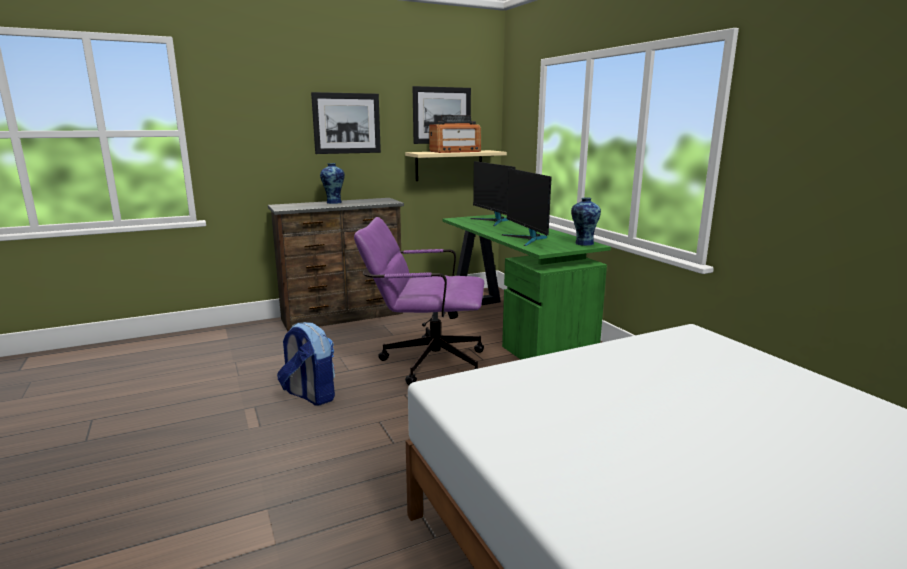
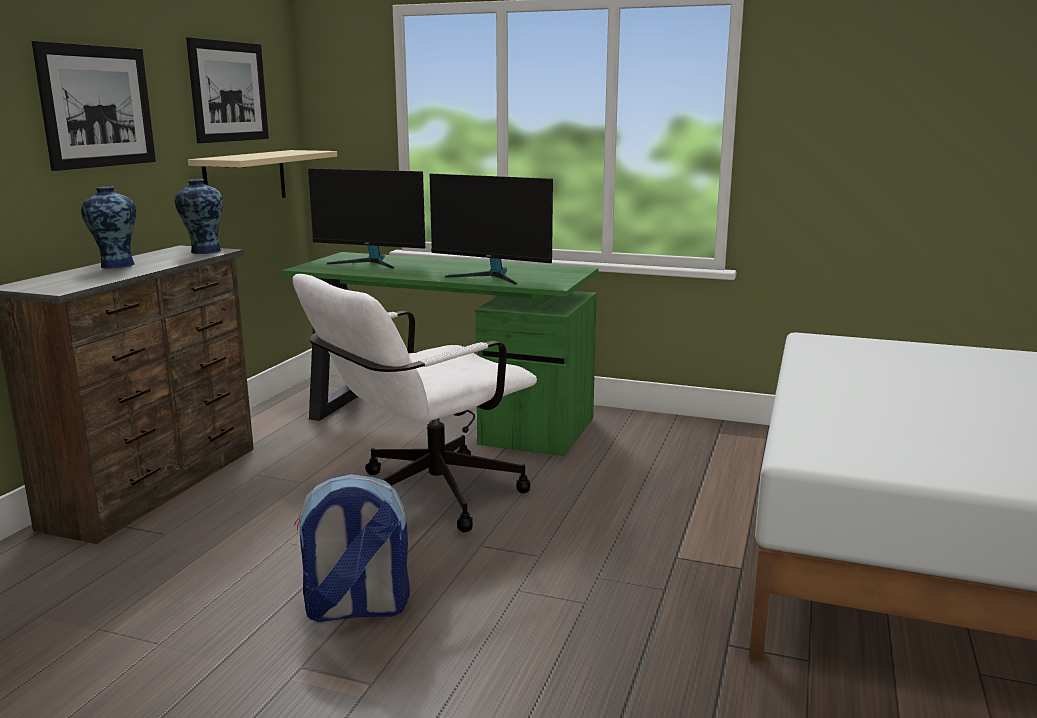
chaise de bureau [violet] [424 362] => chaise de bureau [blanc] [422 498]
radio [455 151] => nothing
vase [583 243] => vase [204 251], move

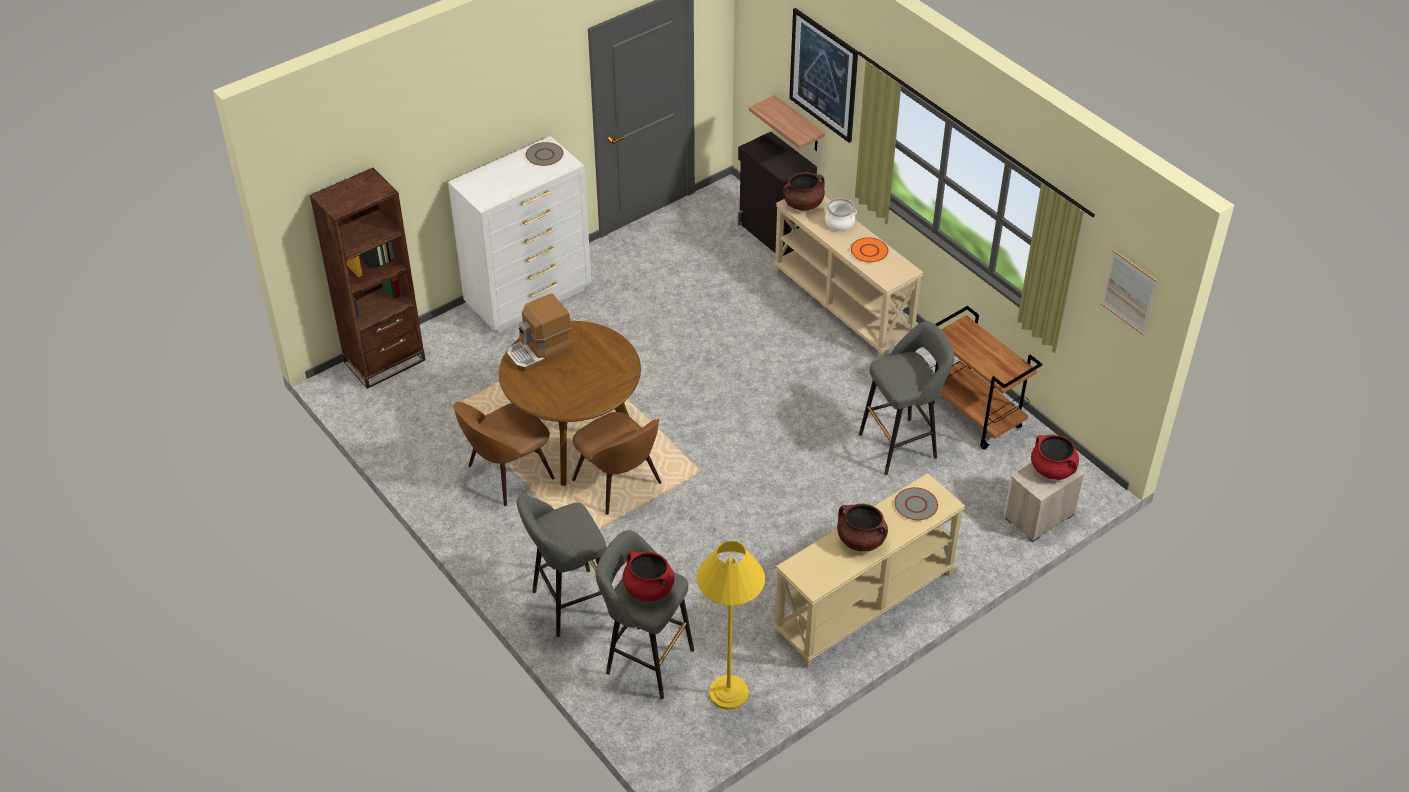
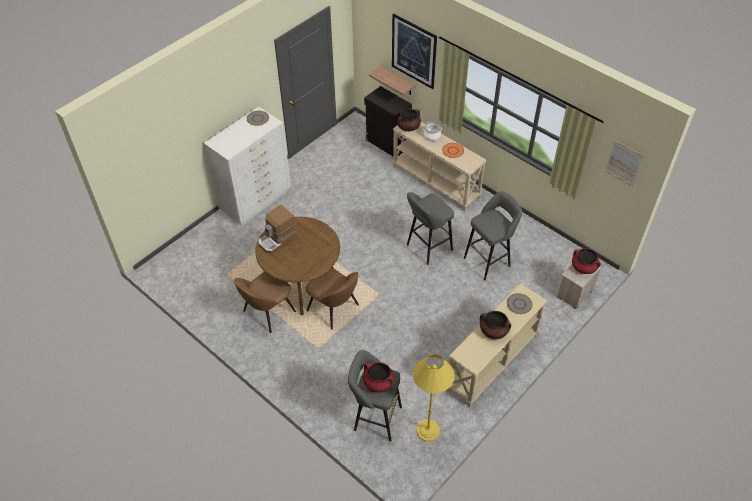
bibliothèque [marron] [385 361] => nothing
tabouret [gris] [568 604] => tabouret [gris] [427 248], move
chariot [marron] [975 415] => nothing

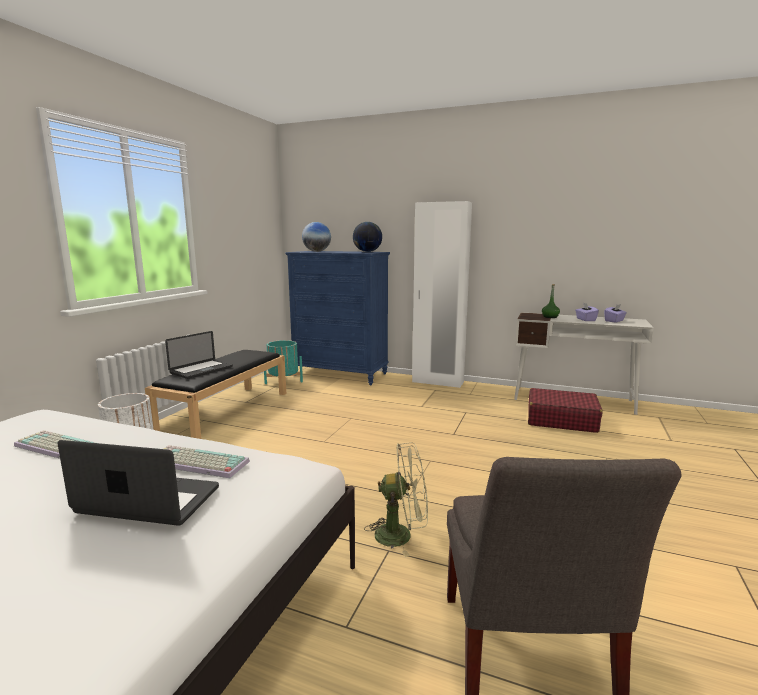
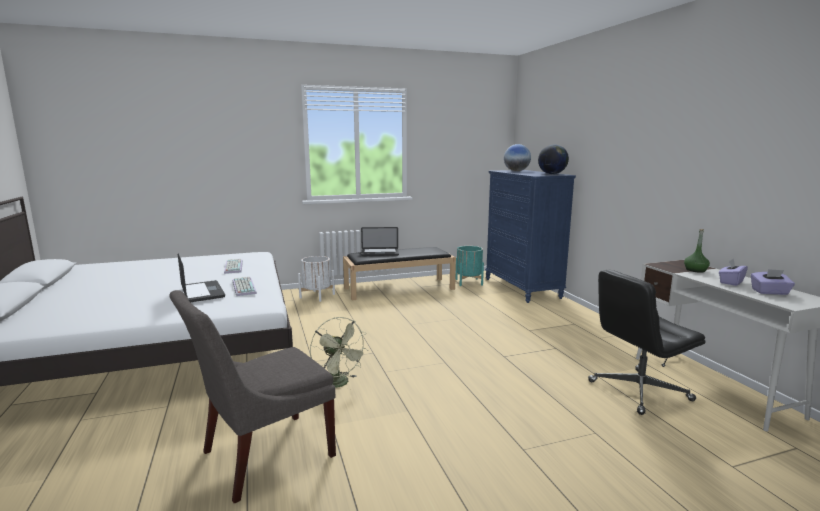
armoire [blanc] [437 382] => nothing
valise [rouge] [561 420] => chaise de bureau [noir] [638 391]

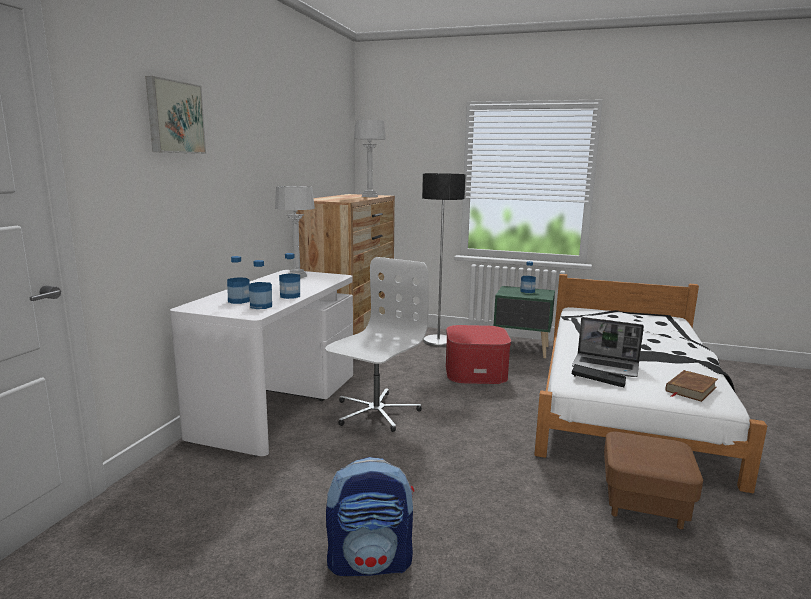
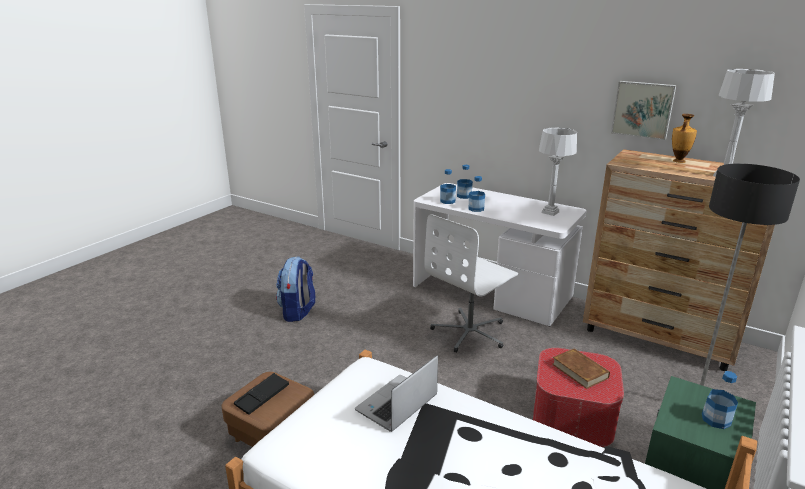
tableau [174 117] => tableau [643 109], move
chaise de bureau [blanc] [375 412] => chaise de bureau [blanc] [470 332], 90 degrees clockwise
plateau [noir] [598 379] => plateau [noir] [262 397], move
livre [marron] [690 389] => livre [marron] [579 371], move
nothing => vase [678 161]

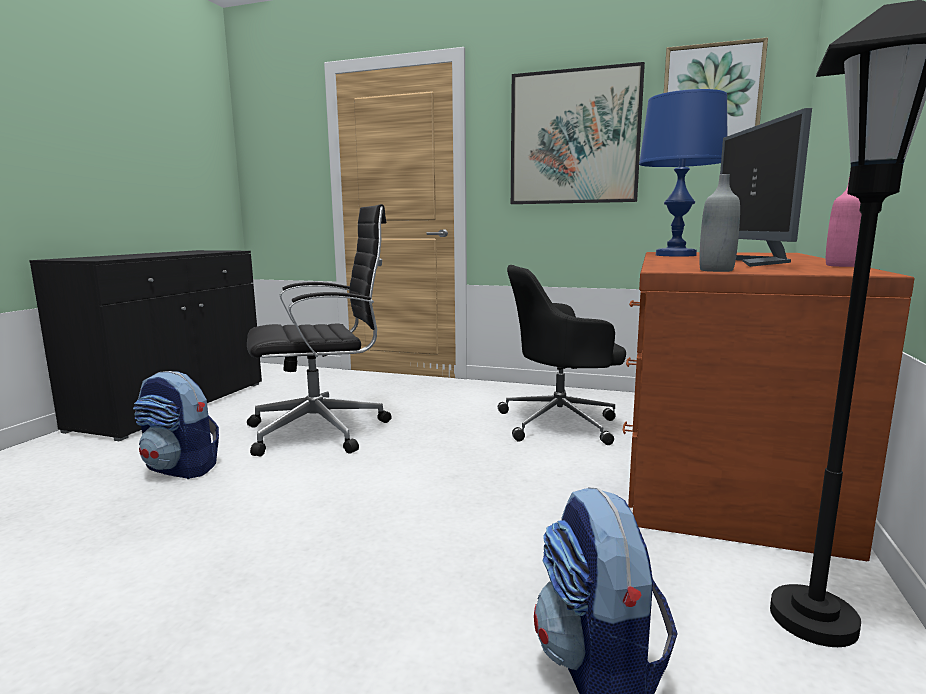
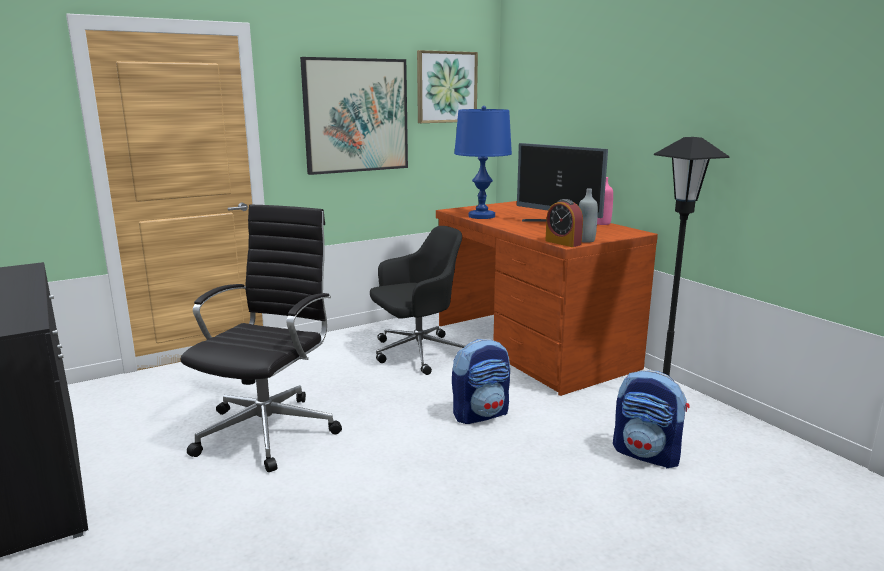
sac à dos [182 469] => sac à dos [481 414], move
chaise de bureau [noir] [561 423] => chaise de bureau [noir] [417 353], 150 degrees counterclockwise
nothing => réveil [563 243]

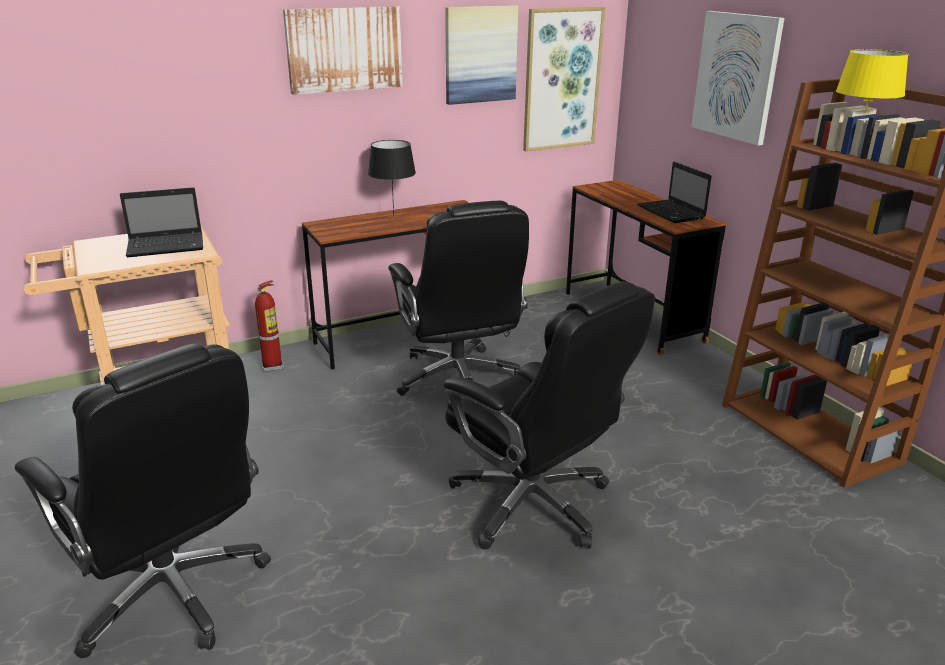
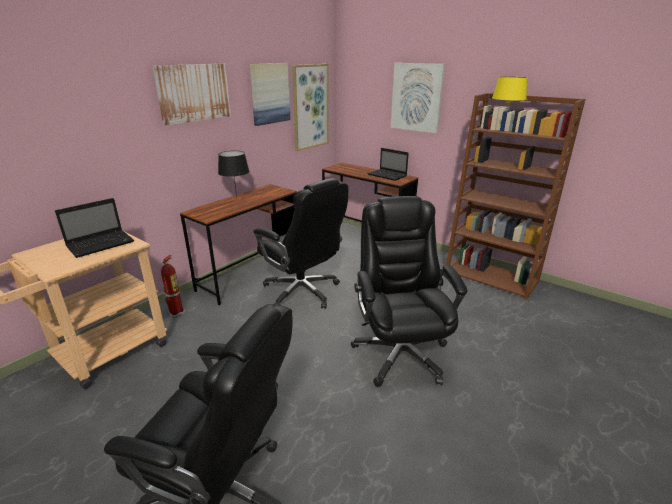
chaise de bureau [noir] [534 504] => chaise de bureau [noir] [400 353], 120 degrees counterclockwise

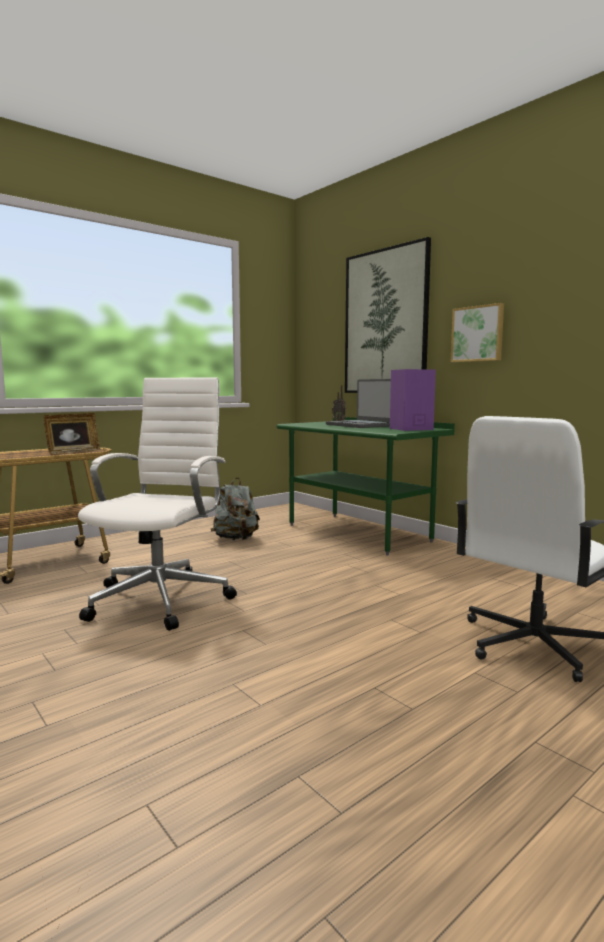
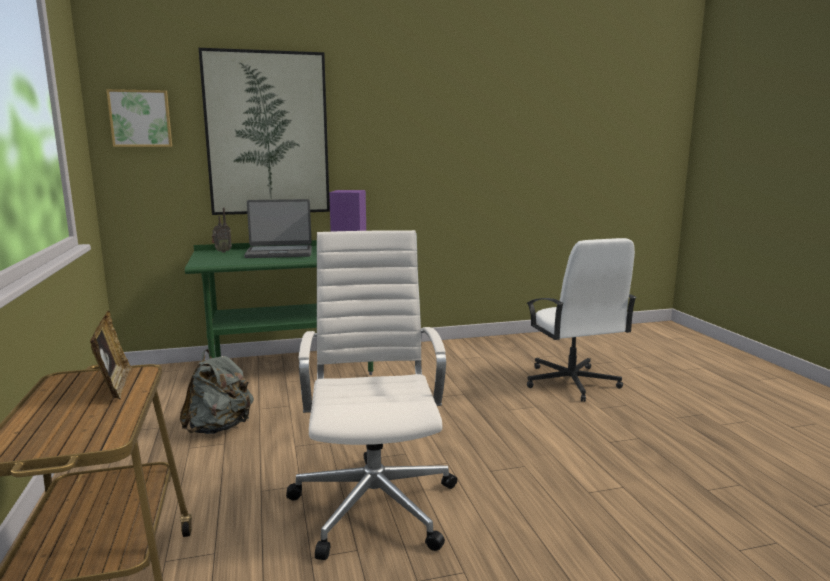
chaise de bureau [blanc] [162 598] => chaise de bureau [blanc] [375 502], 45 degrees clockwise
tableau [478 334] => tableau [140 118], move

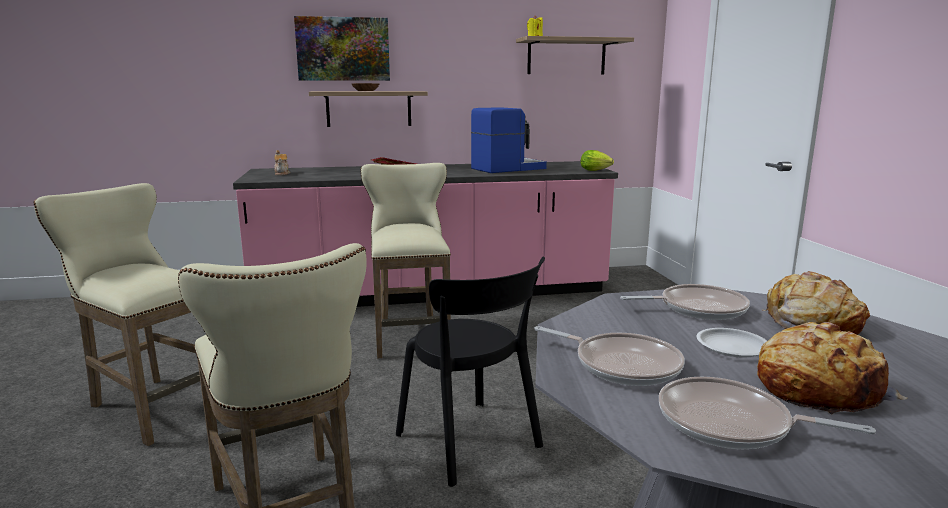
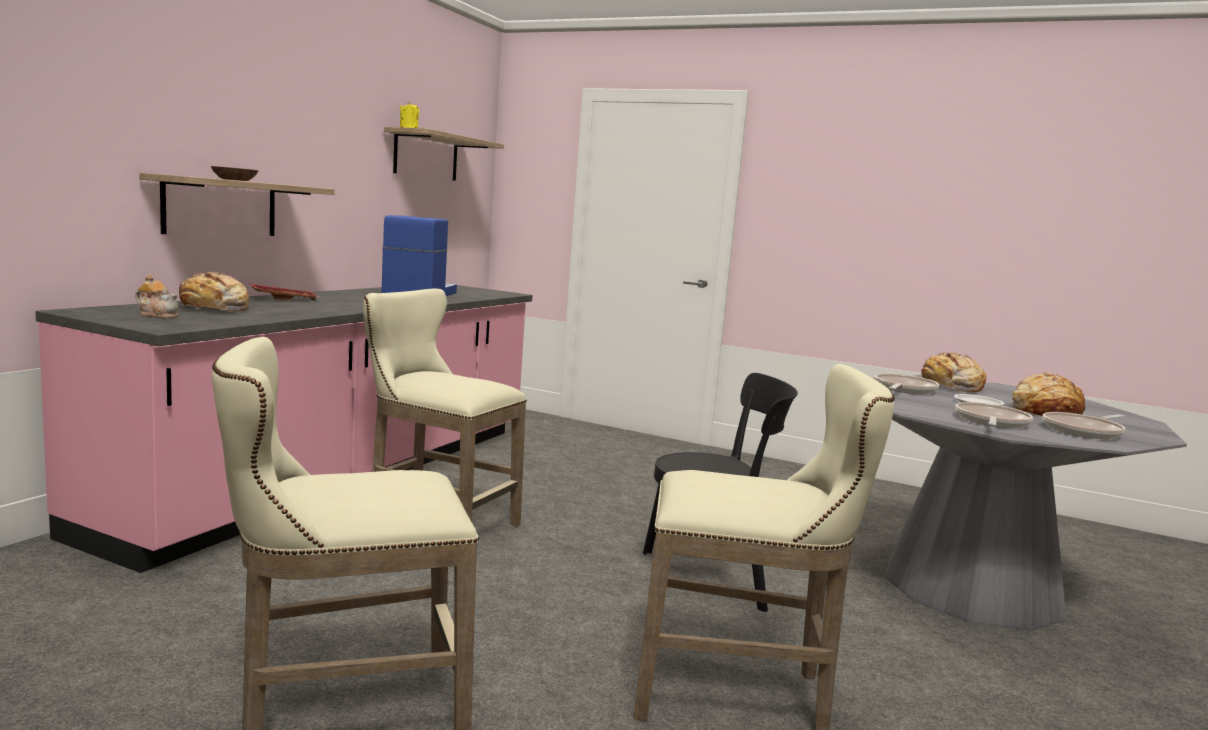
tableau [343 49] => nothing
poêle [621 365] => poêle [991 422], 45 degrees counterclockwise
laitue [596 171] => nothing
nothing => pain [213 309]

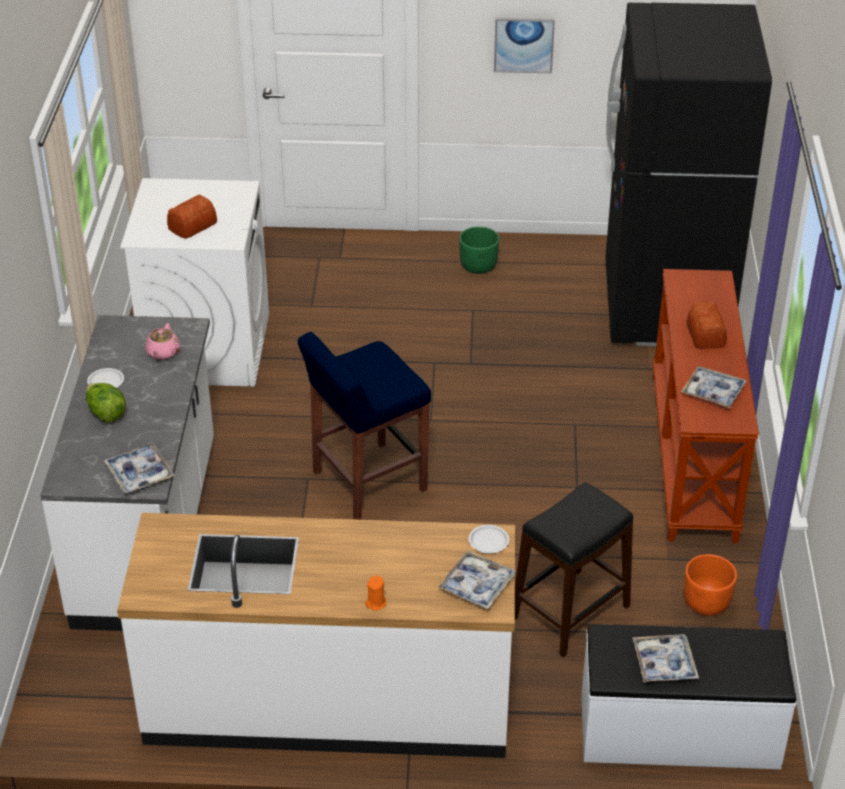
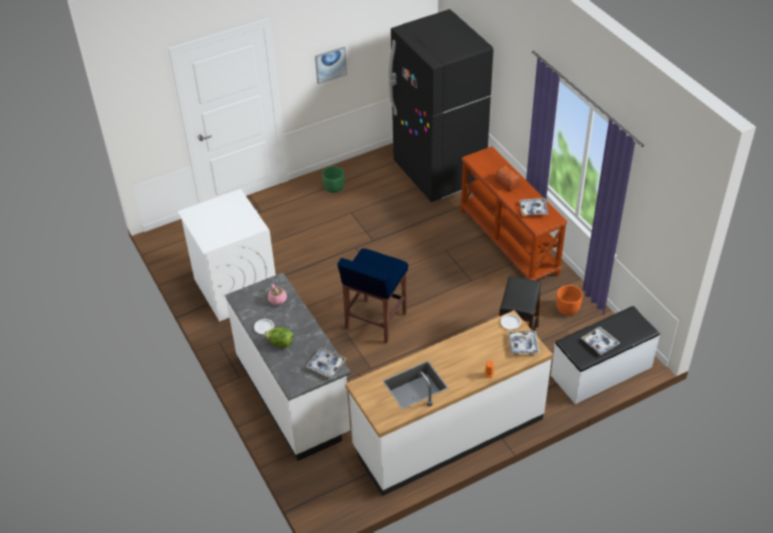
pain [191 225] => nothing

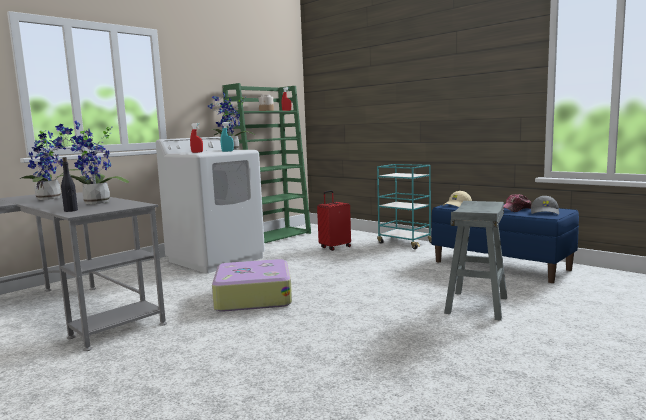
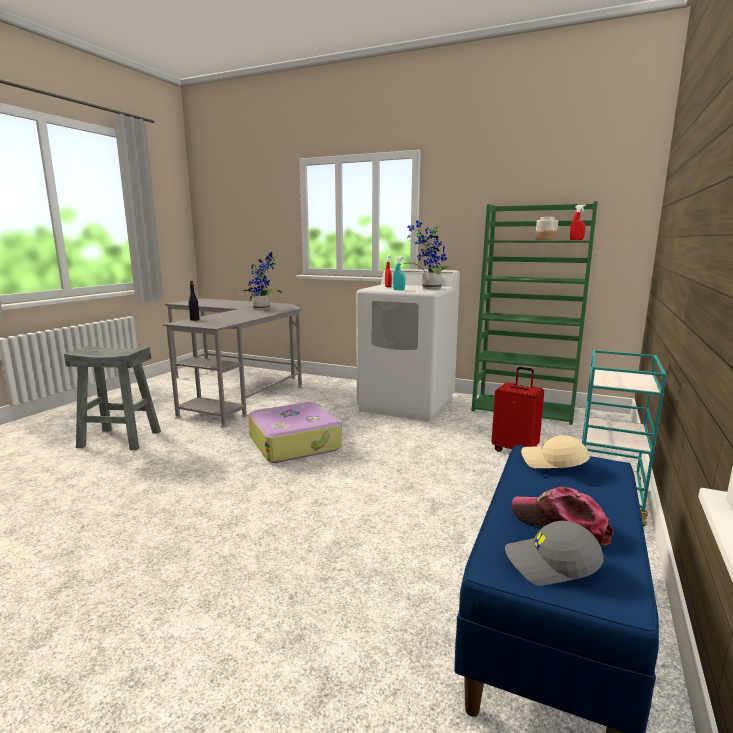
plante en pot [95 203] => nothing
tabouret [gris] [477 305] => tabouret [gris] [119 439], move

